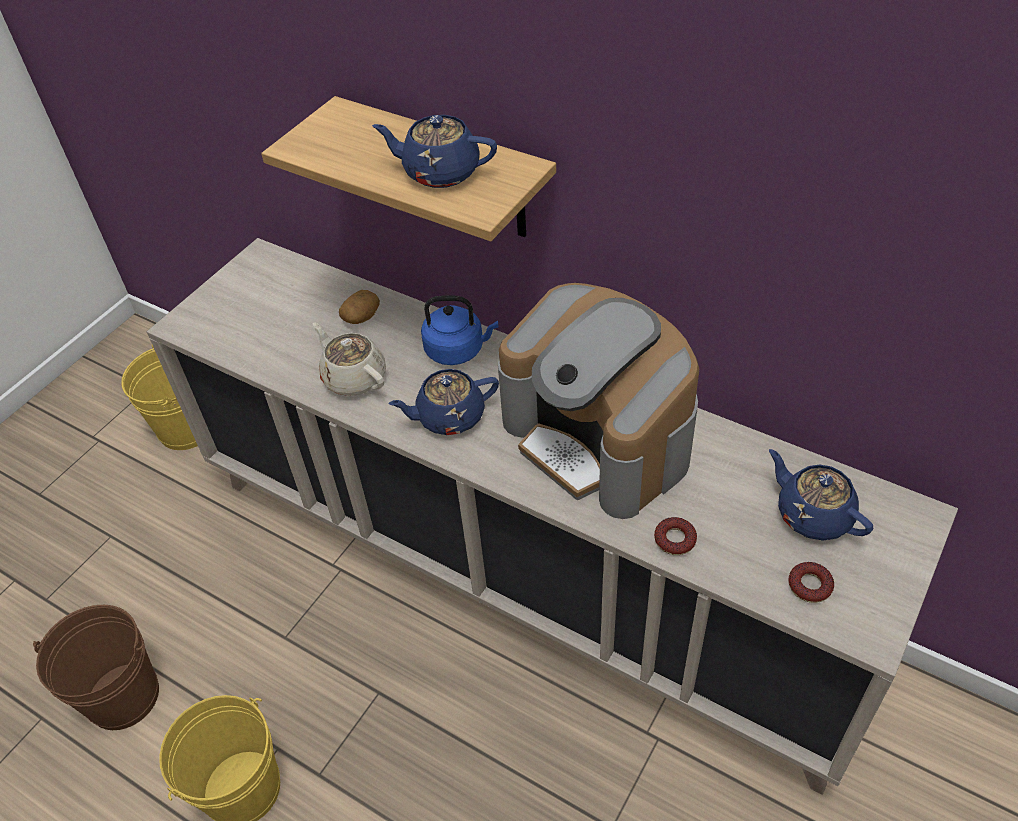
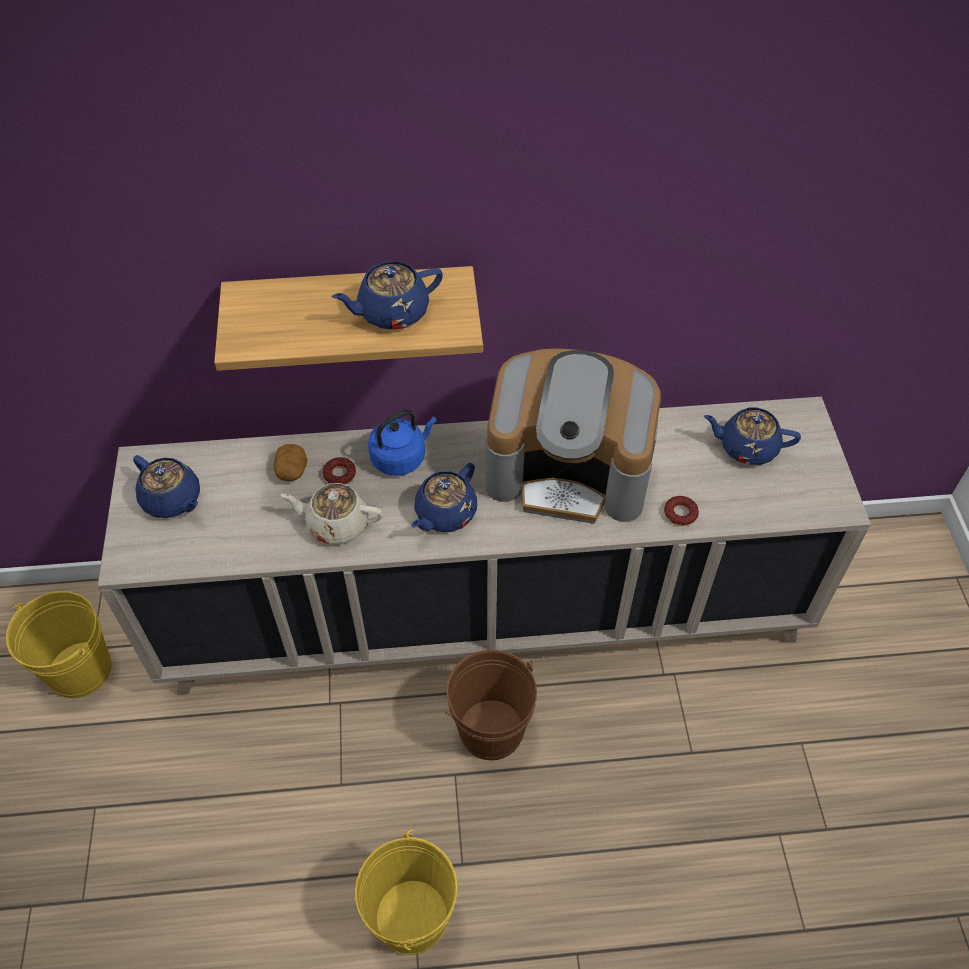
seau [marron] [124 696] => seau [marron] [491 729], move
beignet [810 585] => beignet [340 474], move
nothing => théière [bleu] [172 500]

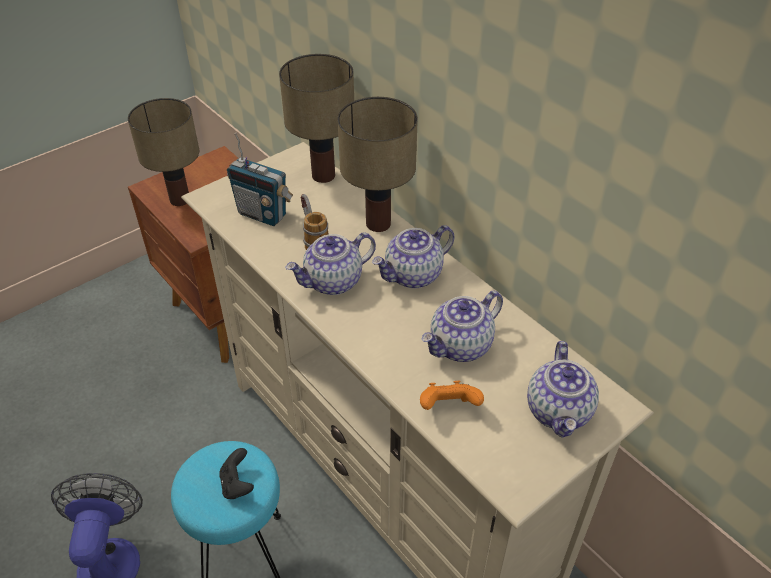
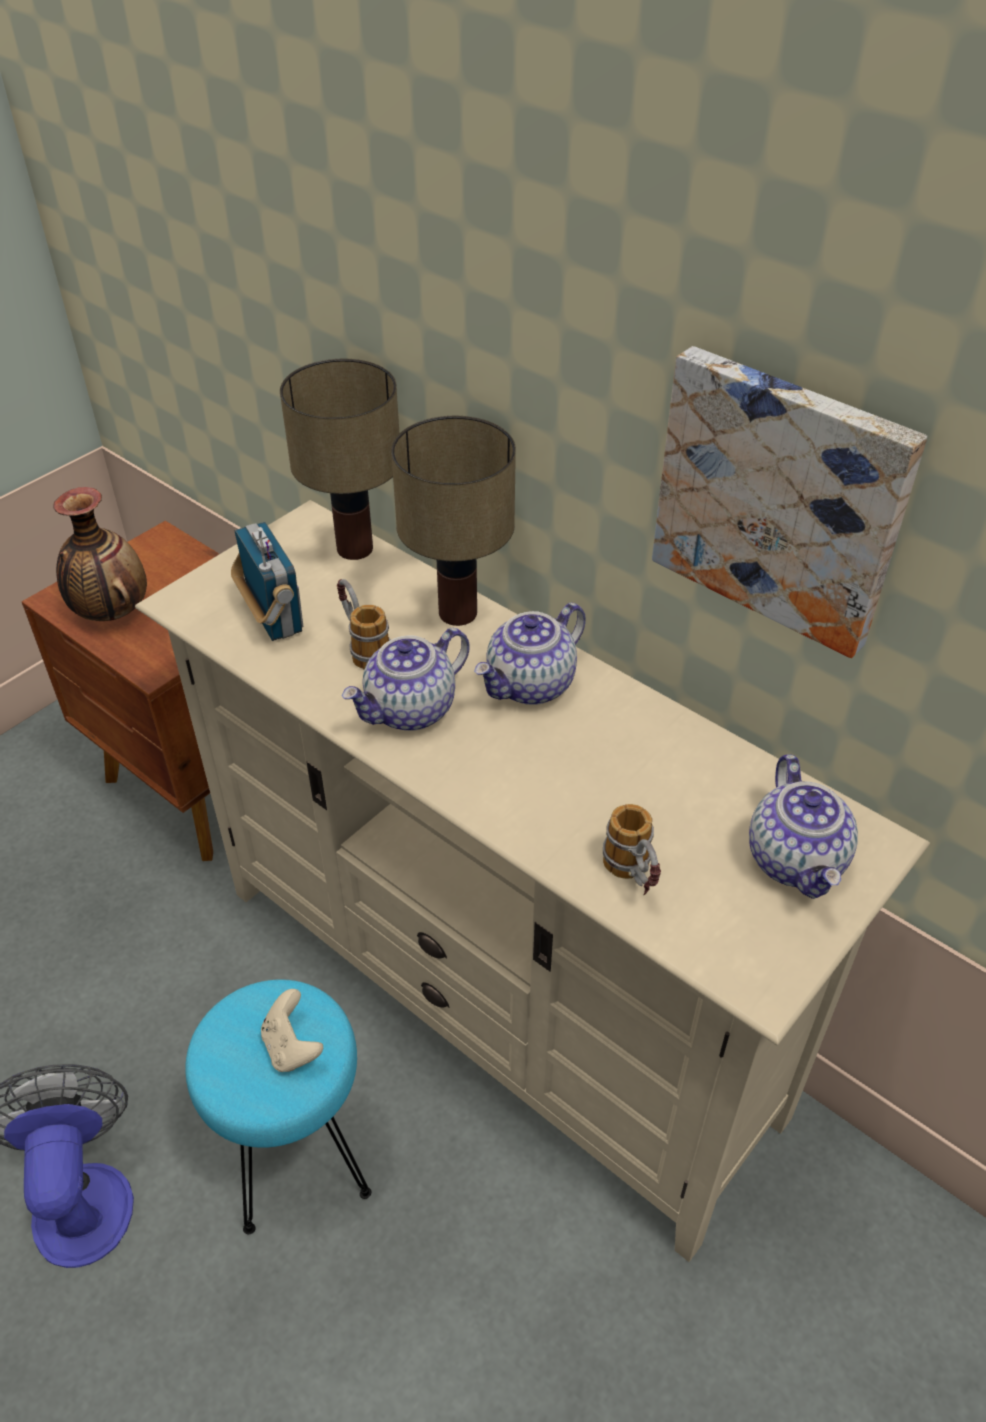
lampe de table [179 199] => vase [111 612]
manette [noir] [237 484] => manette [beige] [292 1047]
radio [262 214] => radio [274 619], 135 degrees counterclockwise
manette [orange] [448 407] => mug [633 878]
théière [461 346] => nothing
nothing => tableau [781 498]

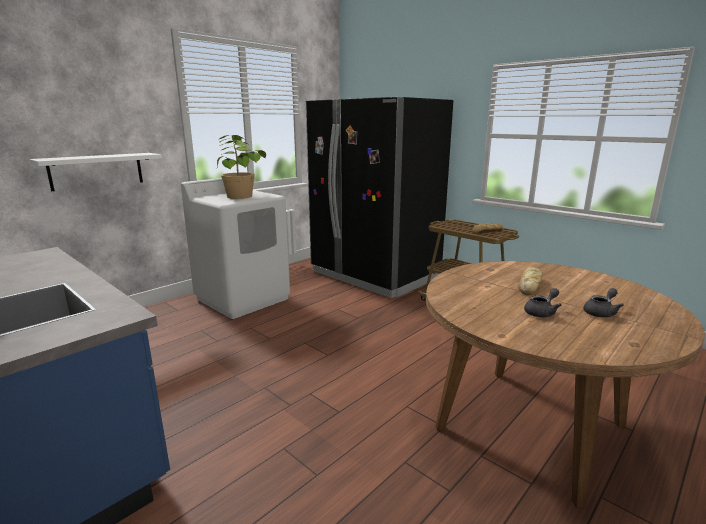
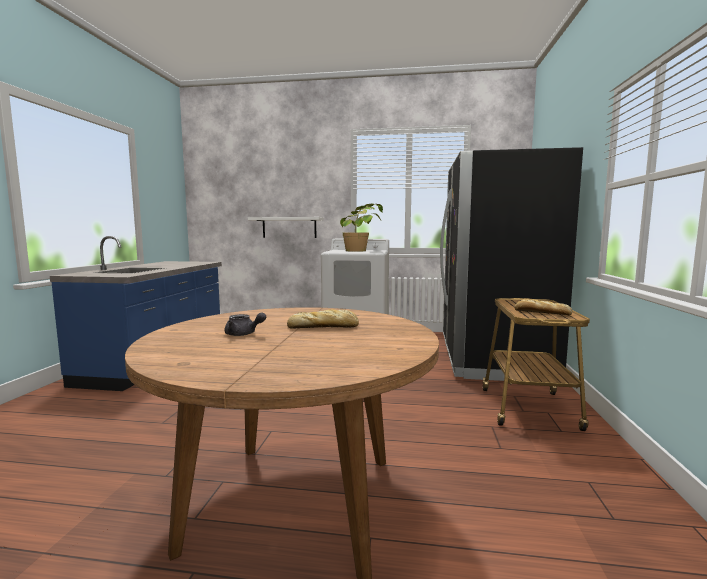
théière [gris] [601 312] => nothing

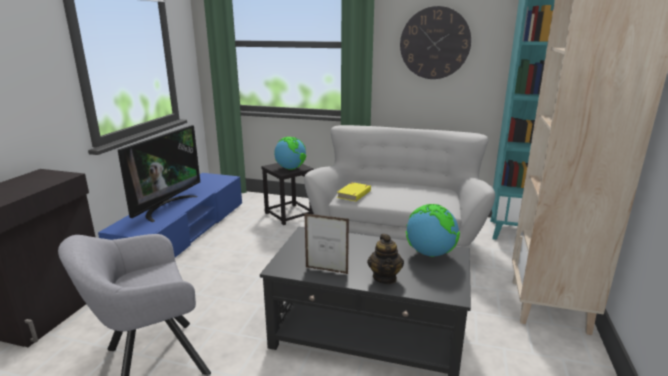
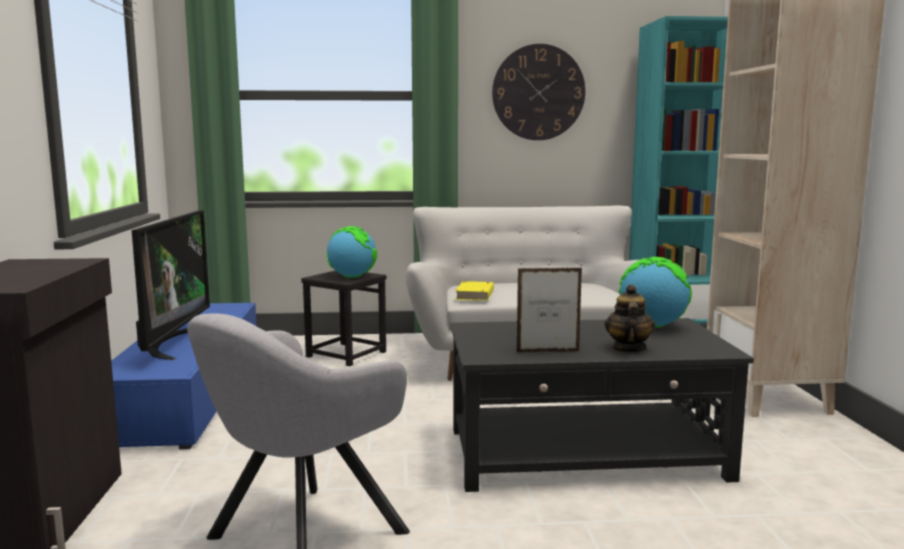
théière [385 277] => théière [628 349], 150 degrees counterclockwise

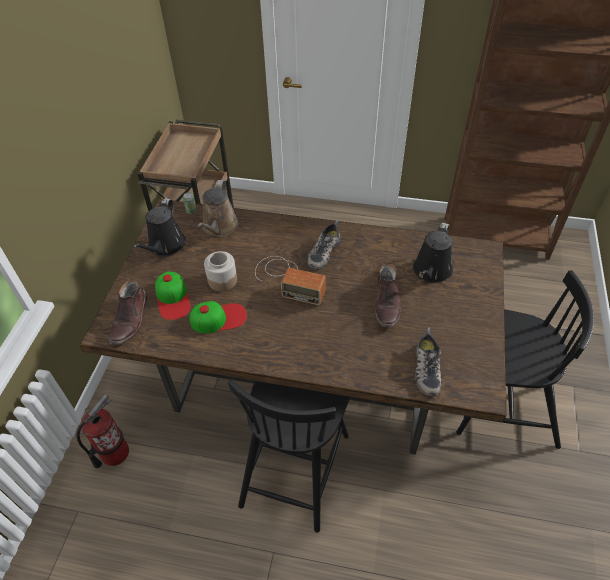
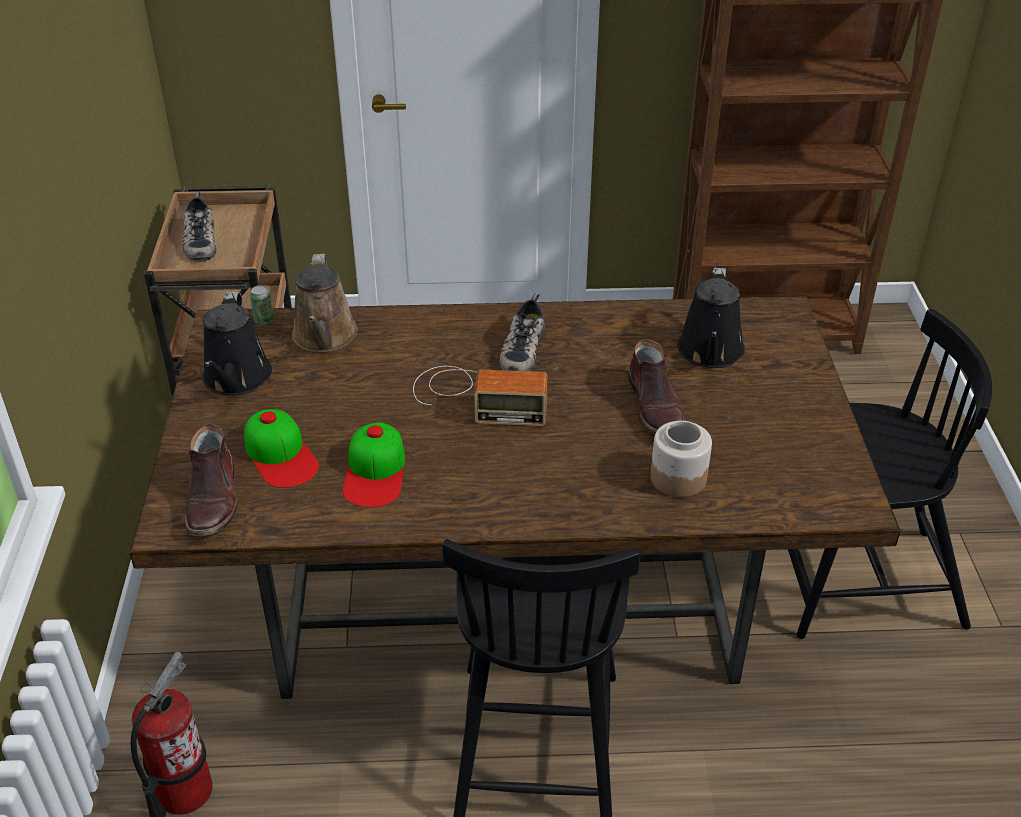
casquette [218 318] => casquette [375 471], 120 degrees clockwise
bocal [222 280] => bocal [677 478], move
chaussure [426 368] => chaussure [199 240], move

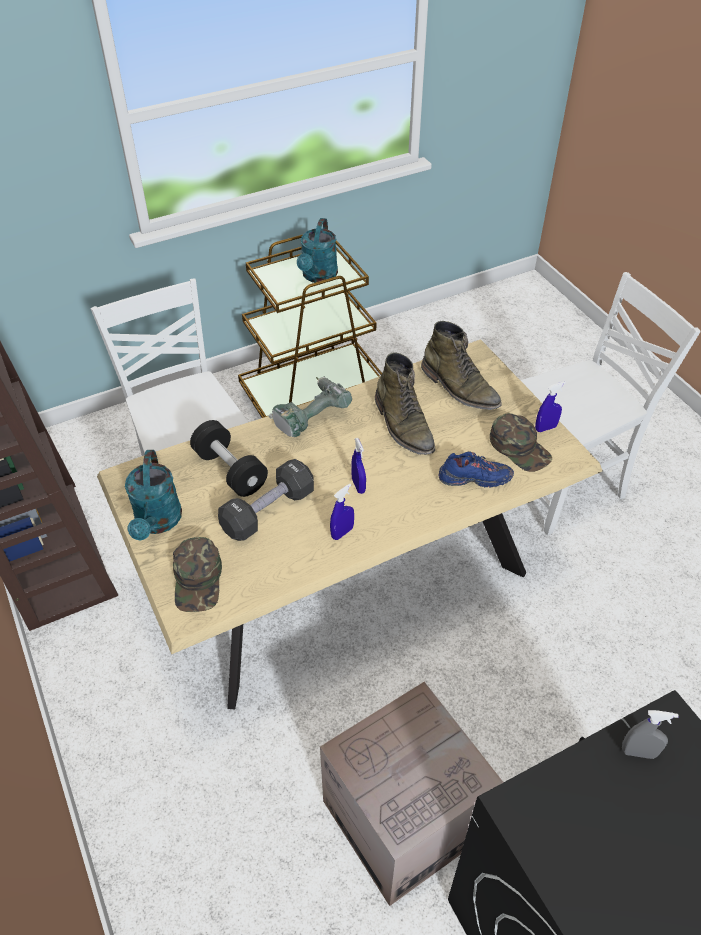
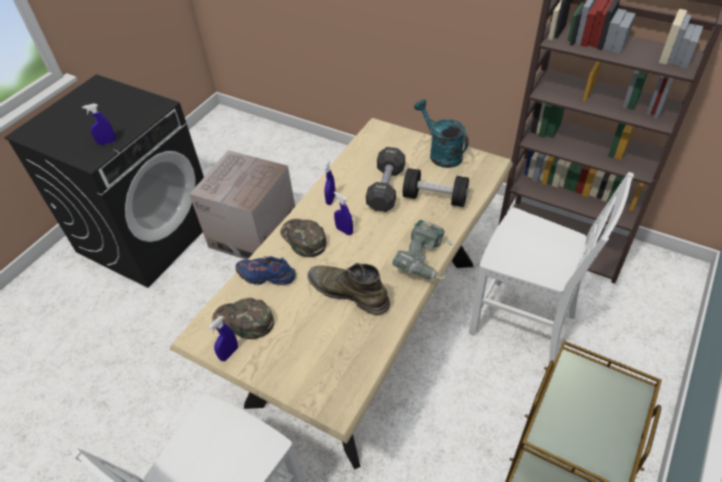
casquette [vert] [198 580] => casquette [vert] [303 239], move
arrosoir [turquoise] [318 276] => nothing
botte [vert] [459 388] => nothing
chaussure [bleu] [474 479] => chaussure [bleu] [266 276], 45 degrees clockwise
vaporisateur [gris] [638 752] => vaporisateur [bleu] [107 142]

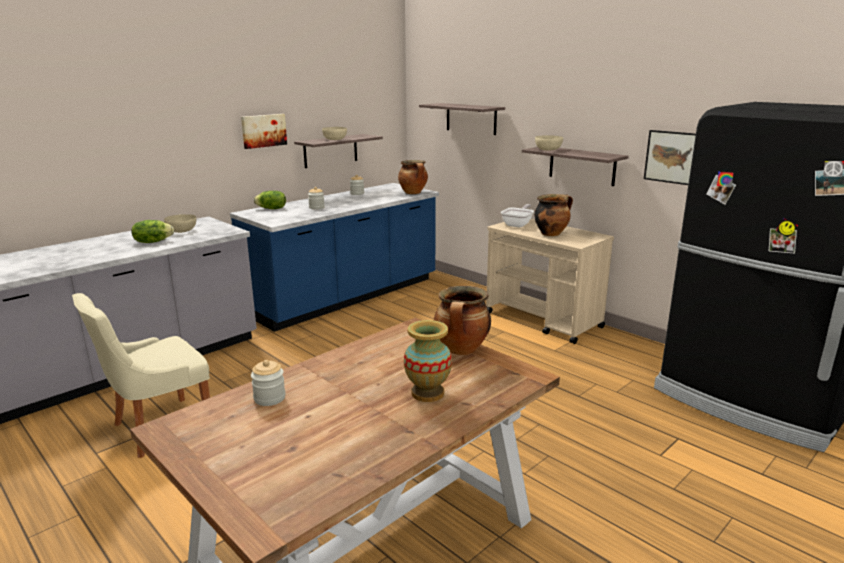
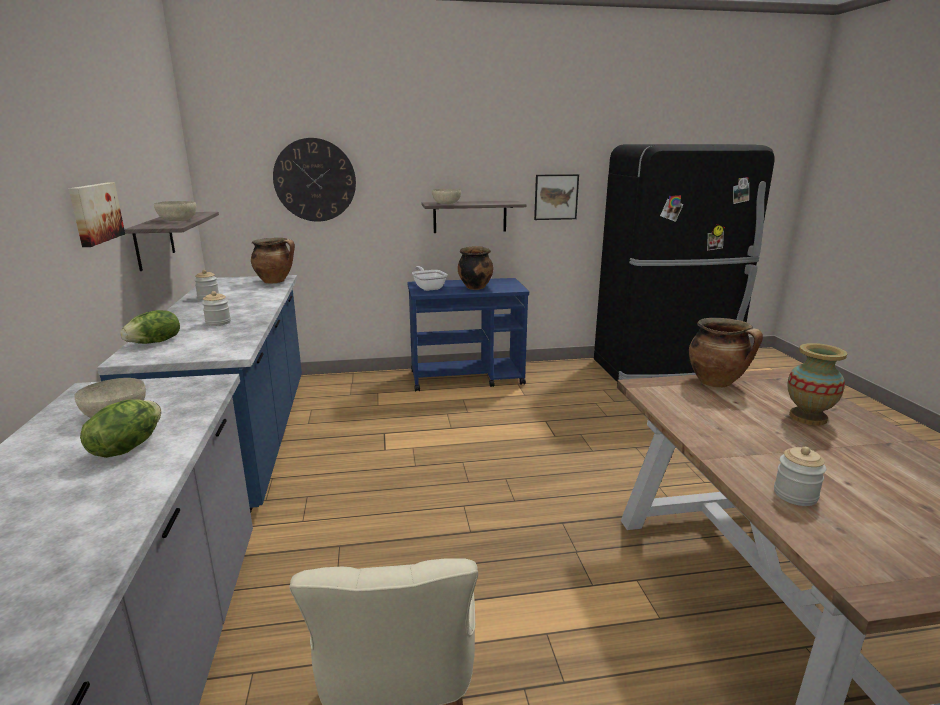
étagère [471 118] => horloge murale [315 180]
chariot [beige] [543 320] => chariot [bleu] [467 378]

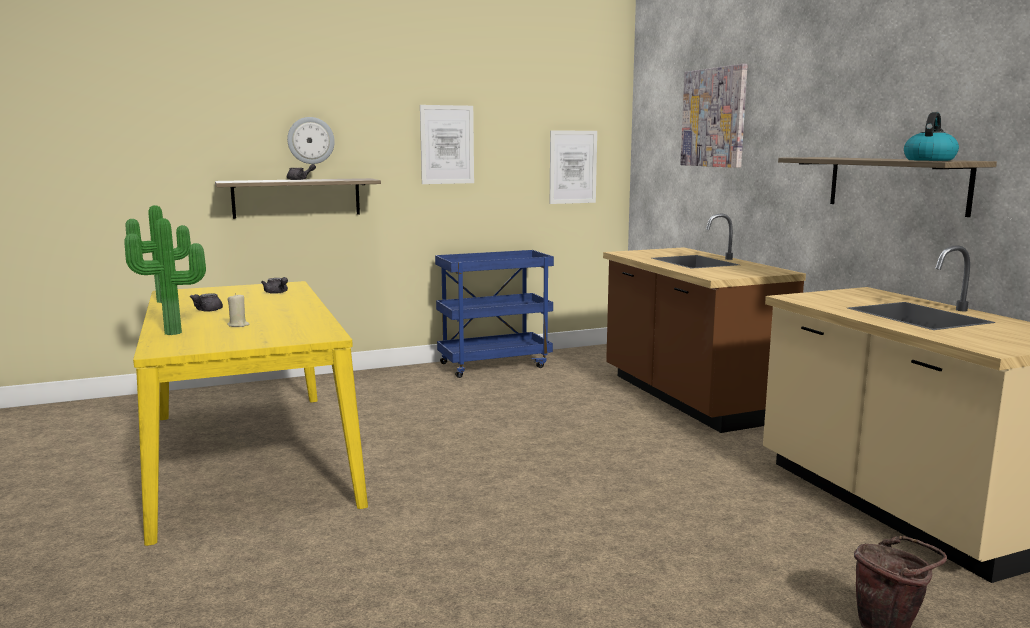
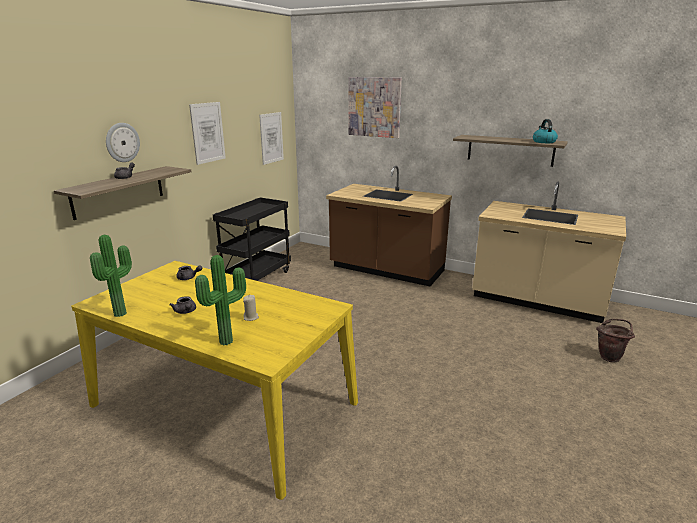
chariot [bleu] [494 365] => chariot [noir] [257 278]

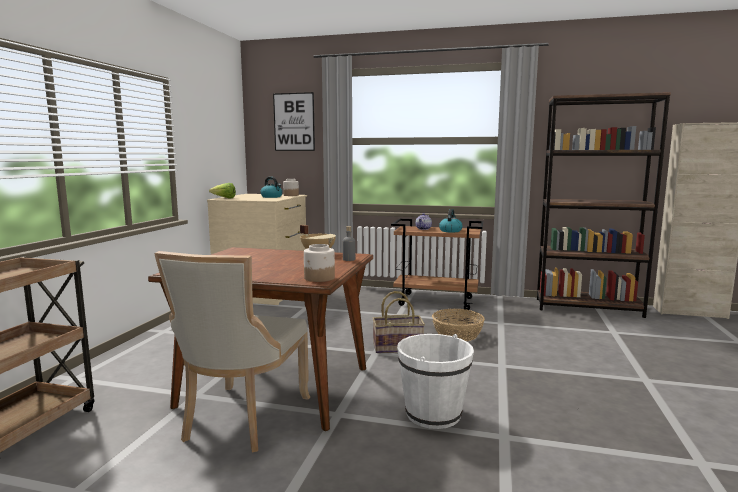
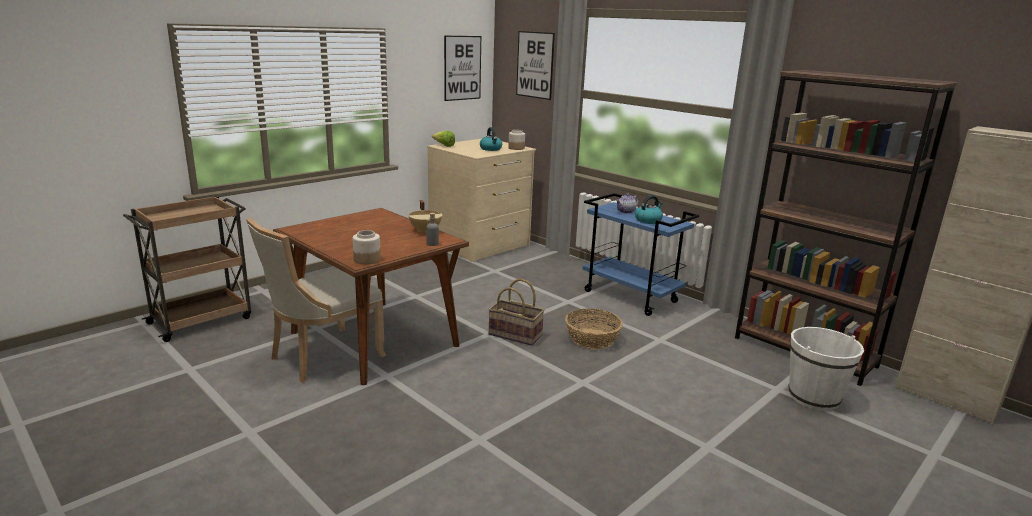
chariot [marron] [436 301] => chariot [bleu] [631 297]
seau [blanc] [433 414] => seau [blanc] [813 397], move
nothing => tableau [462 68]

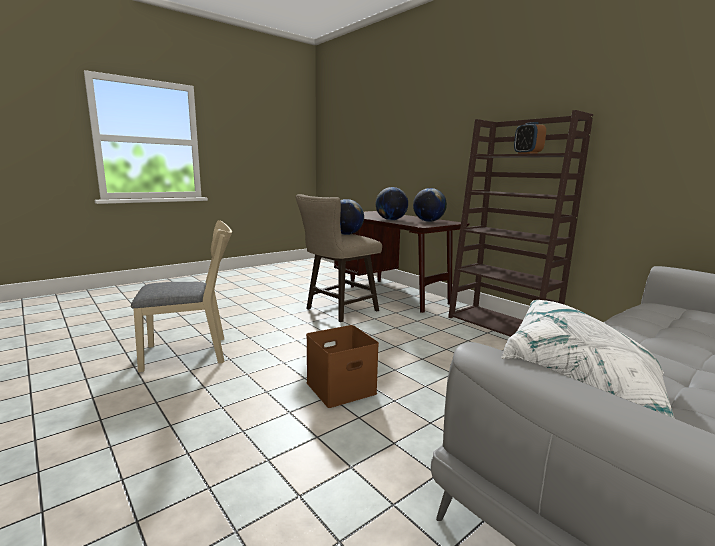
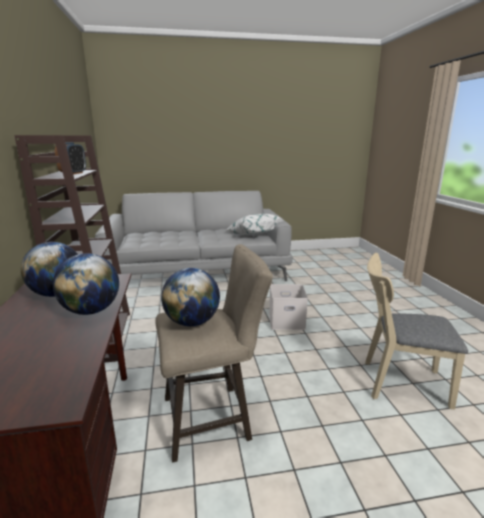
boîte de rangement [marron] [340 389] => boîte de rangement [blanc] [287 321]

